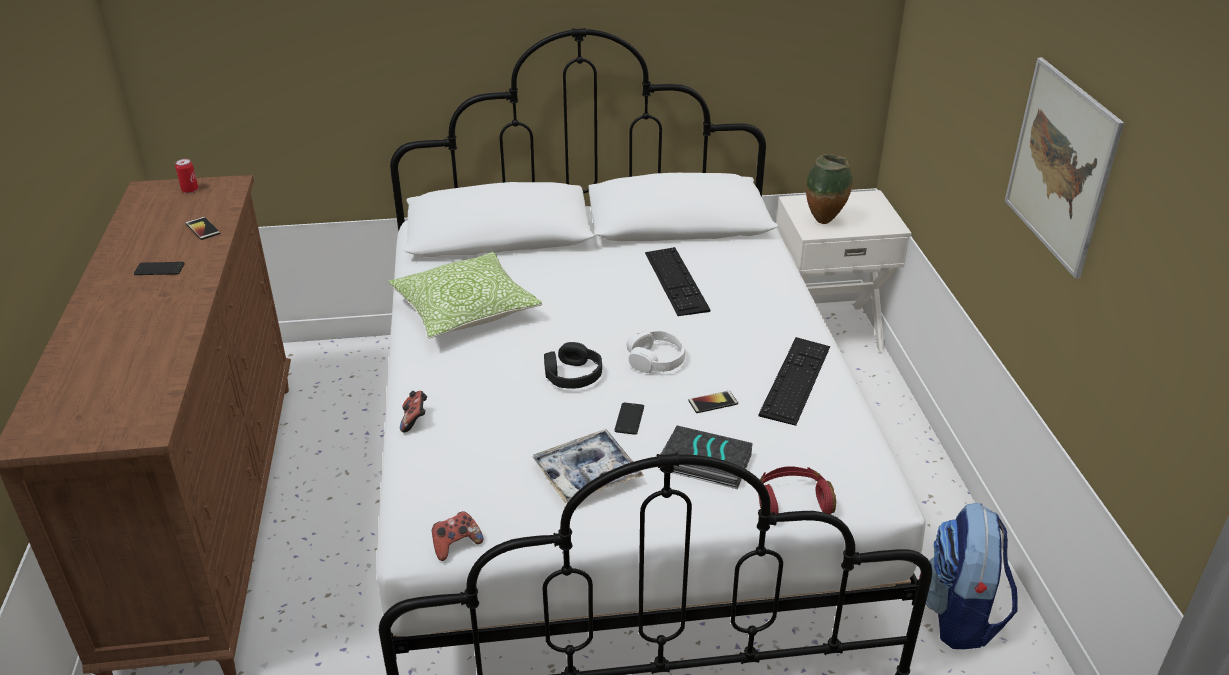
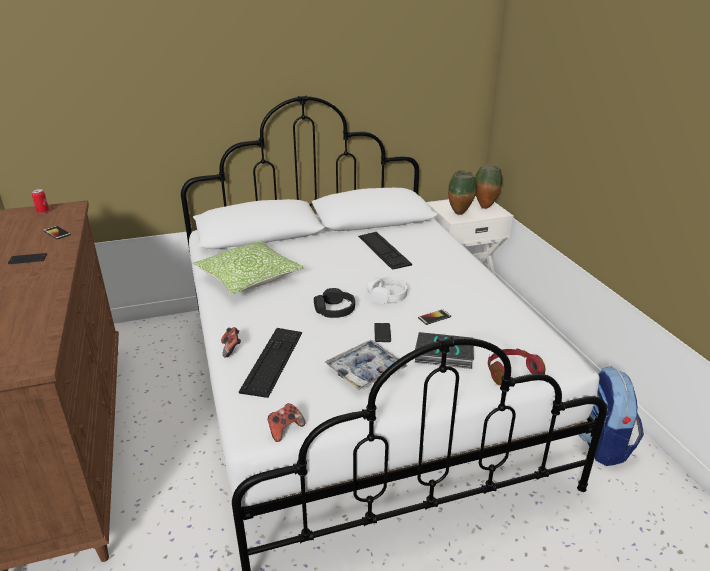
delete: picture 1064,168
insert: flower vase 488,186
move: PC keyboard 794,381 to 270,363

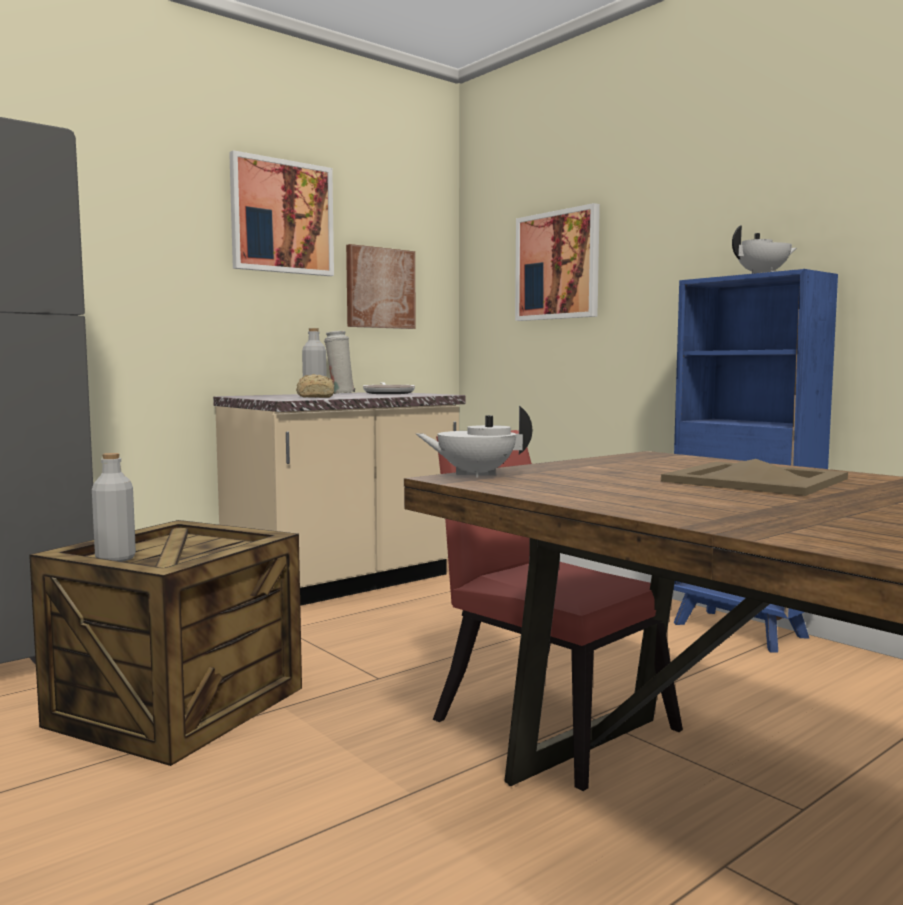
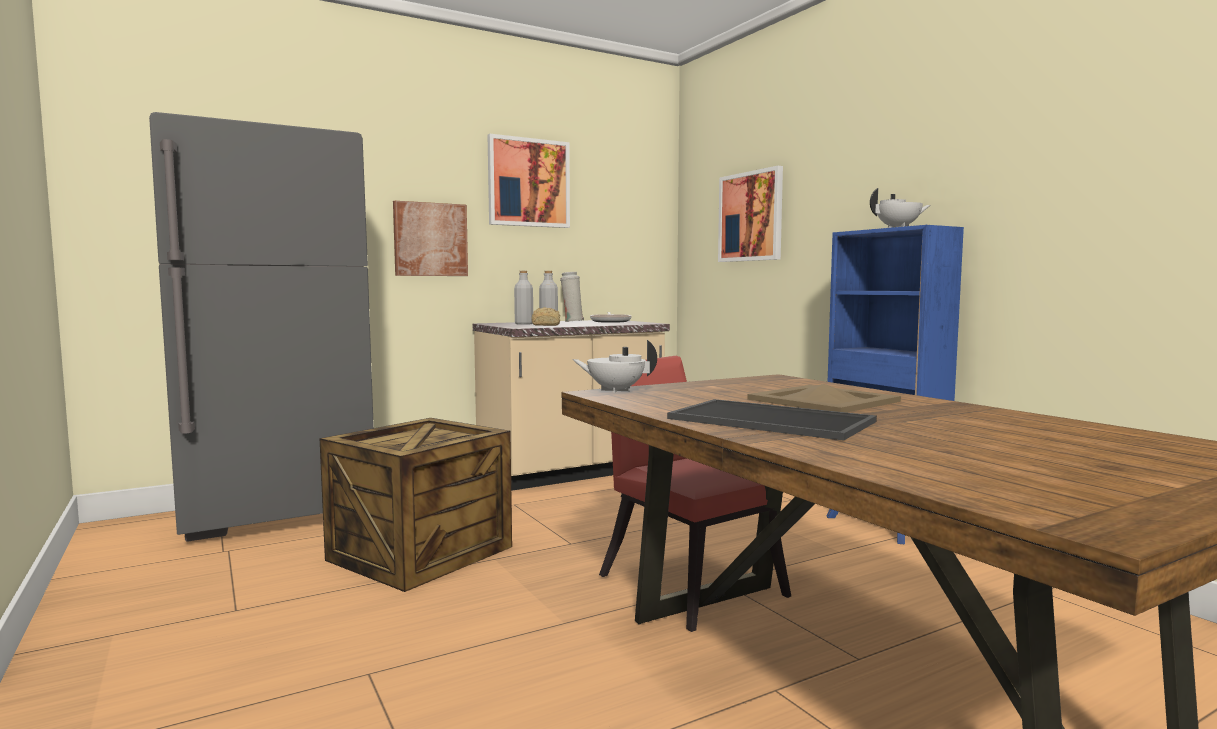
insert: carrying tray 772,420
move: bottle (grey) 114,507 to 523,298; picture 381,286 to 430,238

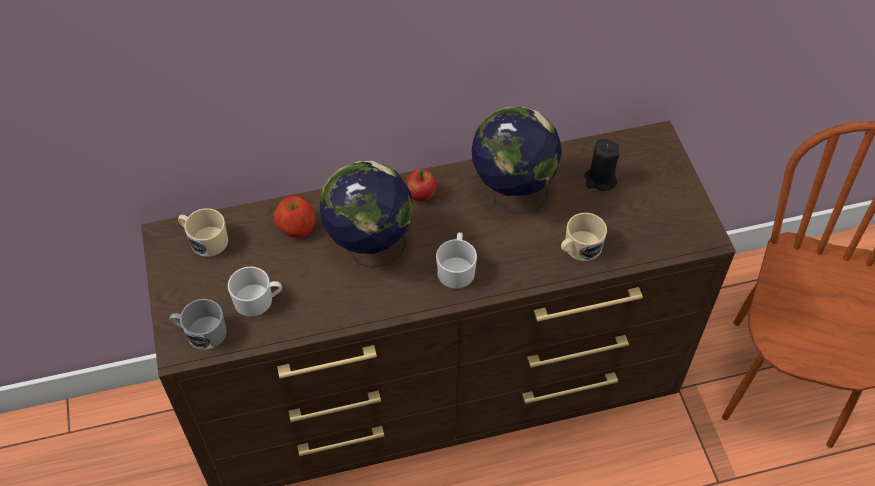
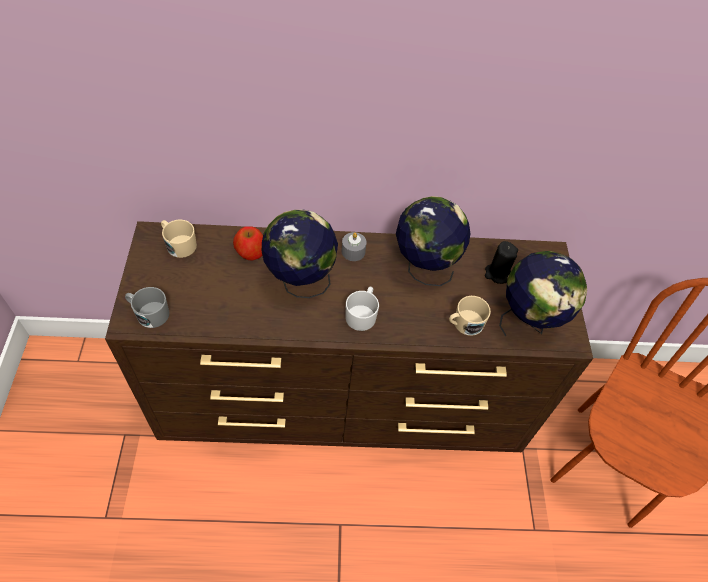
delete: tea mug (whitish) 255,291
insert: globe 543,293
replace: whole apple 421,185 to candle (grey) 354,246

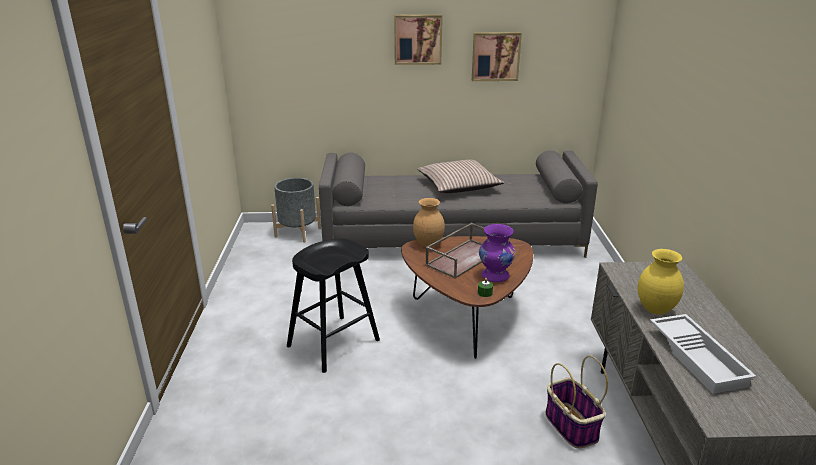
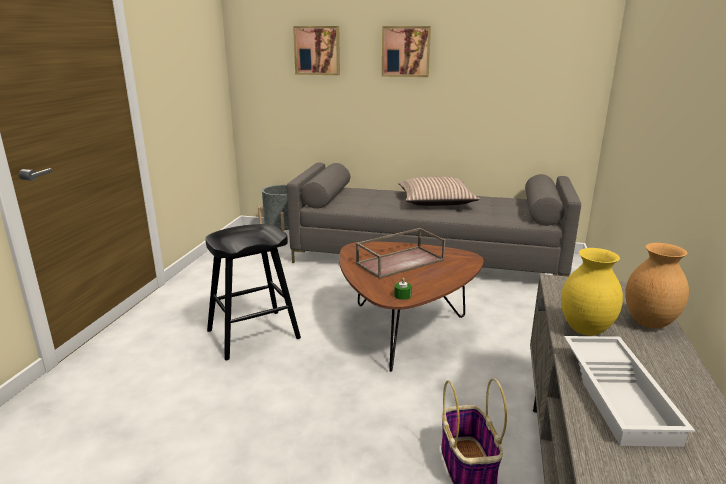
delete: flower vase (purple-coloured) 497,253
move: flower vase (brownish) 429,222 to 657,286; picture 497,56 to 316,50

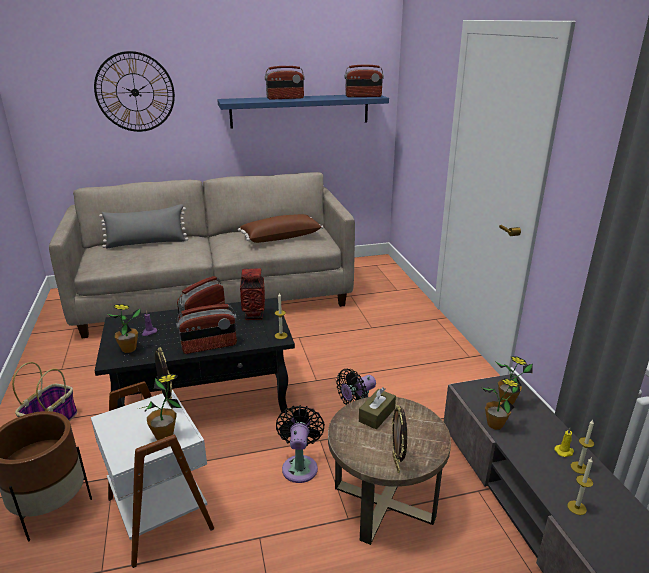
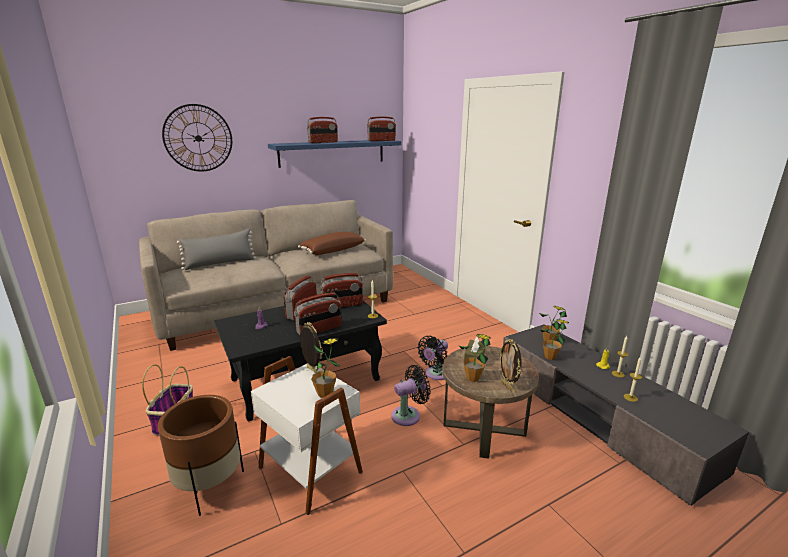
move: plant in a pot 124,328 to 475,358
replace: flower vase 252,294 to radio set 341,290
rotate: electric fan (black-coloured) 300,444 = 411,395 75 degrees clockwise

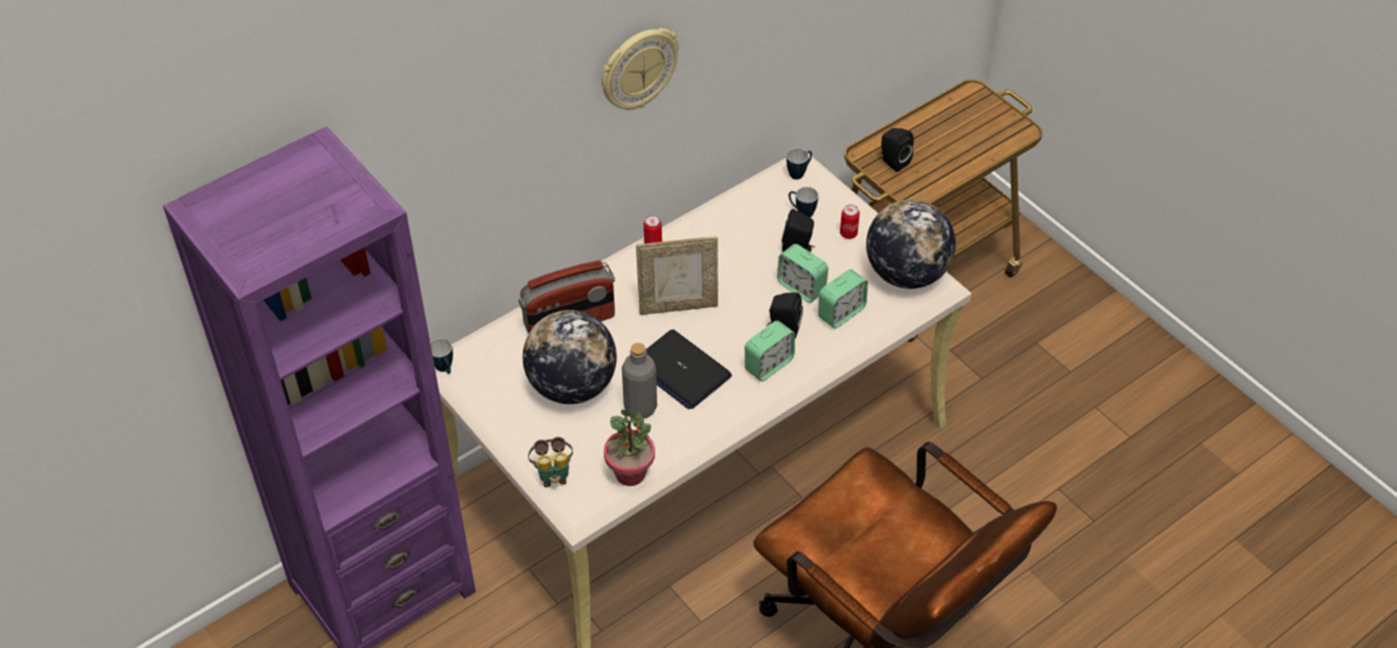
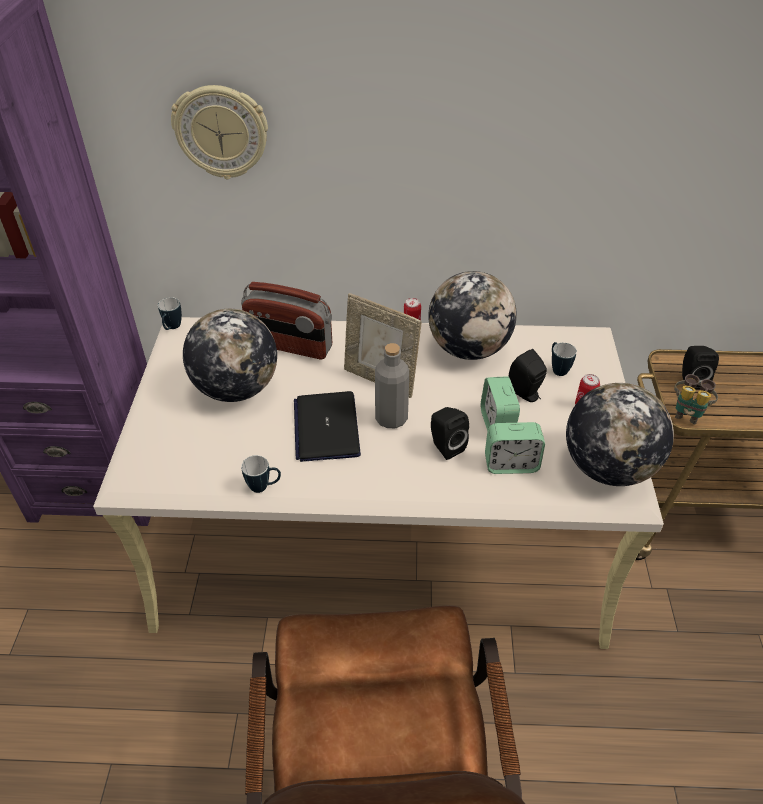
delete: plant in a pot 629,448; alarm clock 770,351
insert: globe 472,315
move: binoculars 550,462 to 696,399; hanging clock 640,69 to 219,132; bottle (grey) 639,381 to 392,385; tea mug 799,164 to 261,474

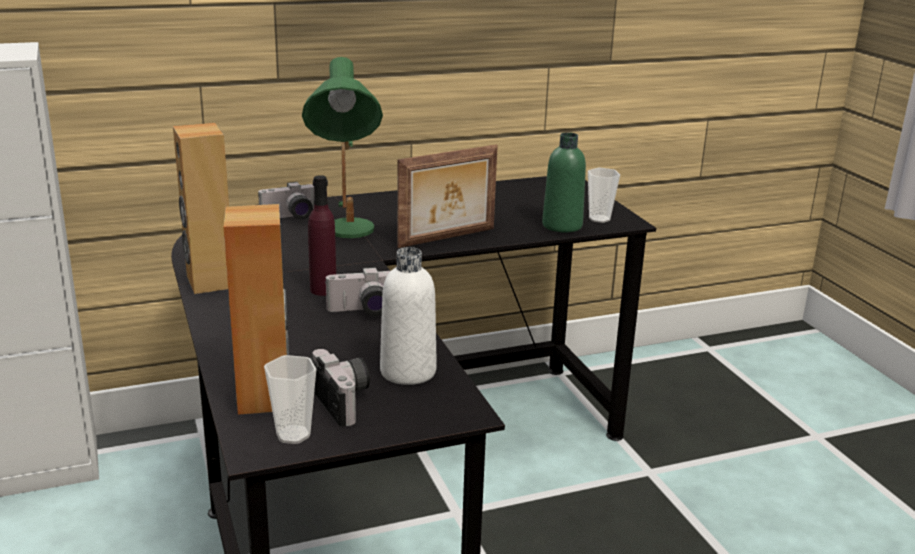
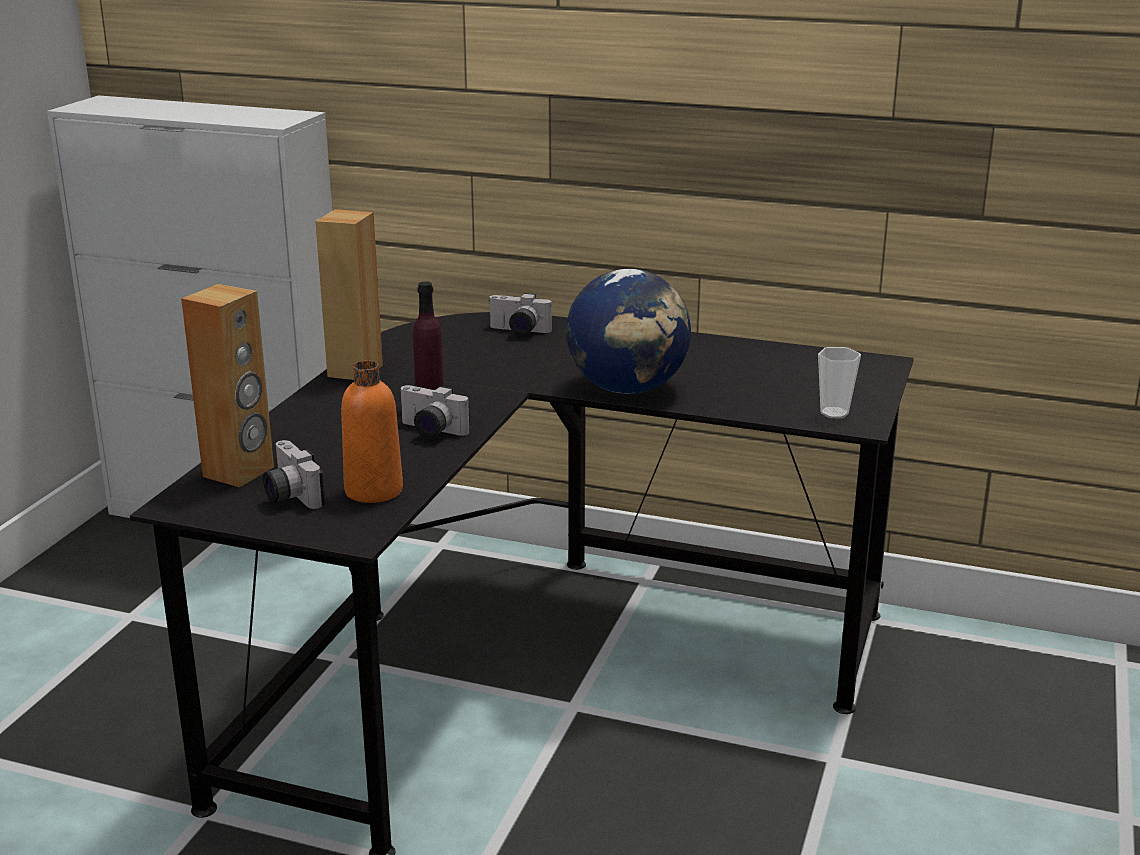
delete: small cup 290,399; tabletop lamp (greenish) 342,147; bottle (greenish) 564,182
replace: picture frame 447,196 to globe 628,331
recolor: bottle (whitish) 408,316 to bottle (orangey) 372,432
rotate: photo camera 340,388 = 294,474 135 degrees clockwise

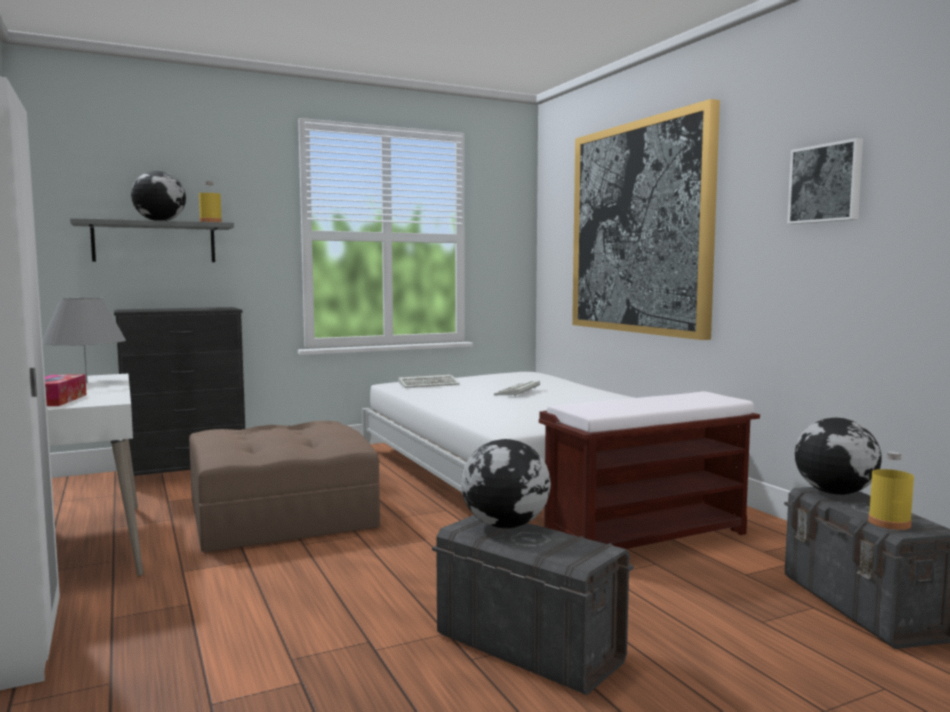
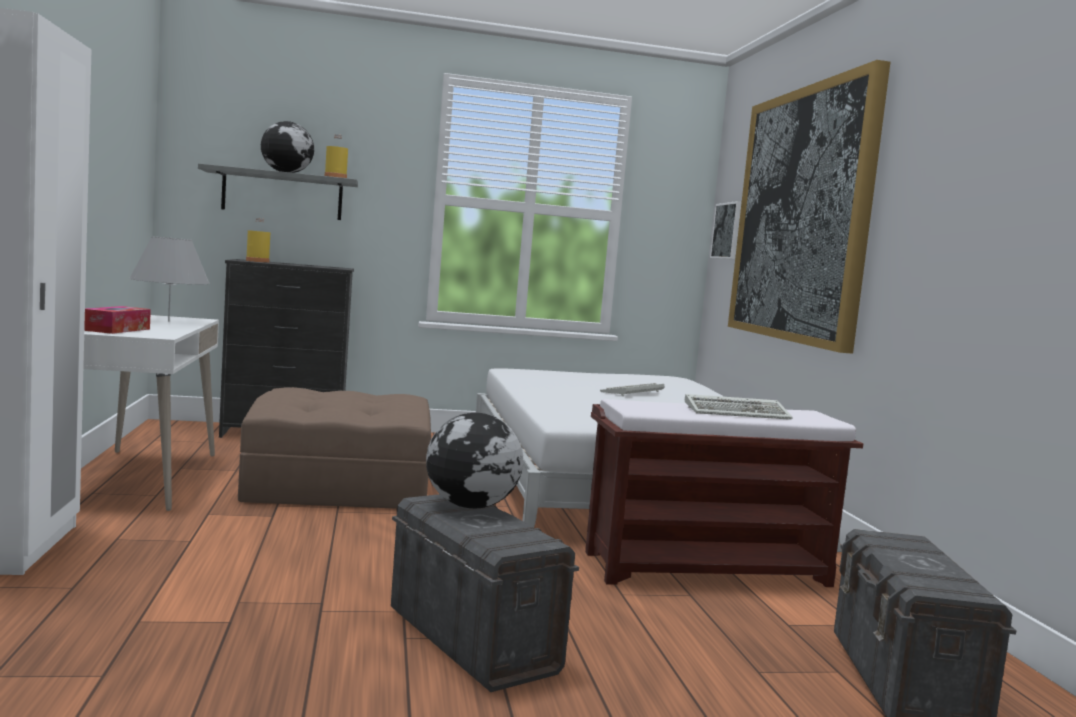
delete: globe 838,456
move: PC keyboard 429,381 to 739,407; picture 825,181 to 726,230; bottle (yellow) 891,490 to 258,240

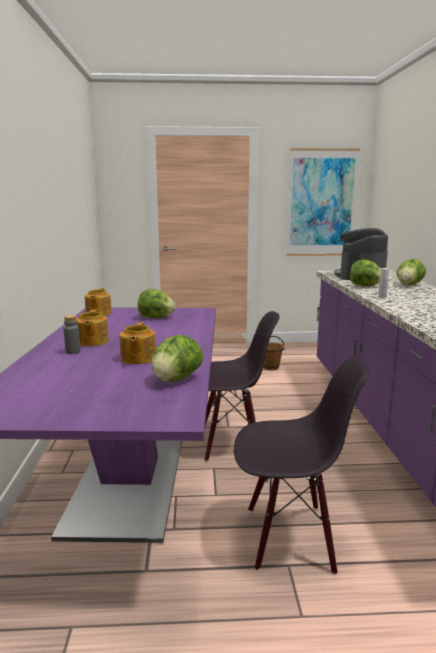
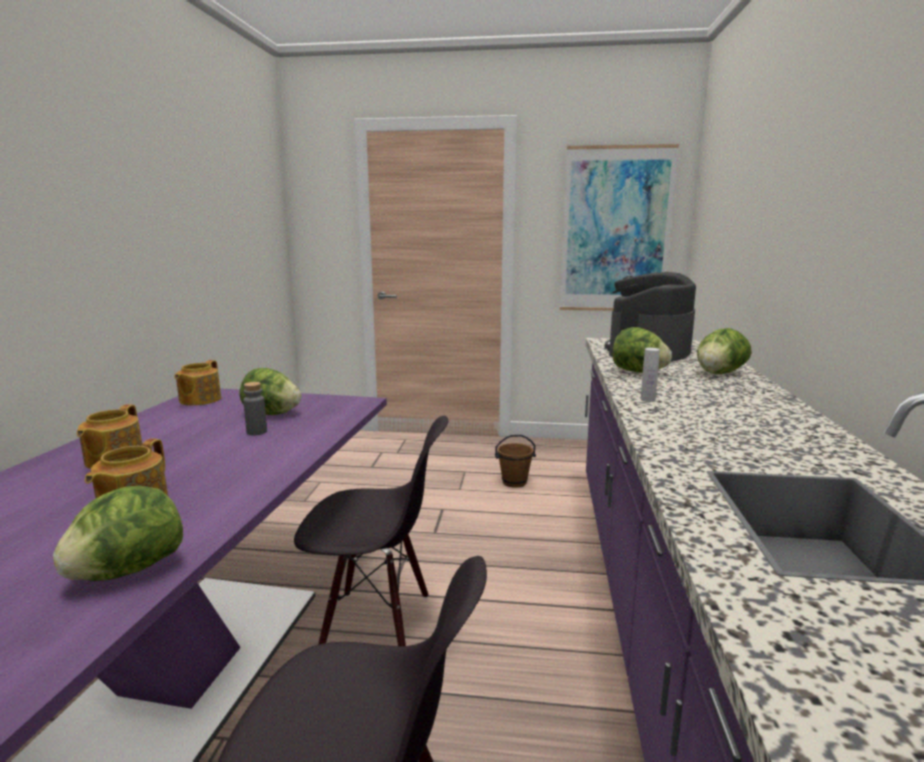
move: bottle (grey) 72,334 to 255,408

